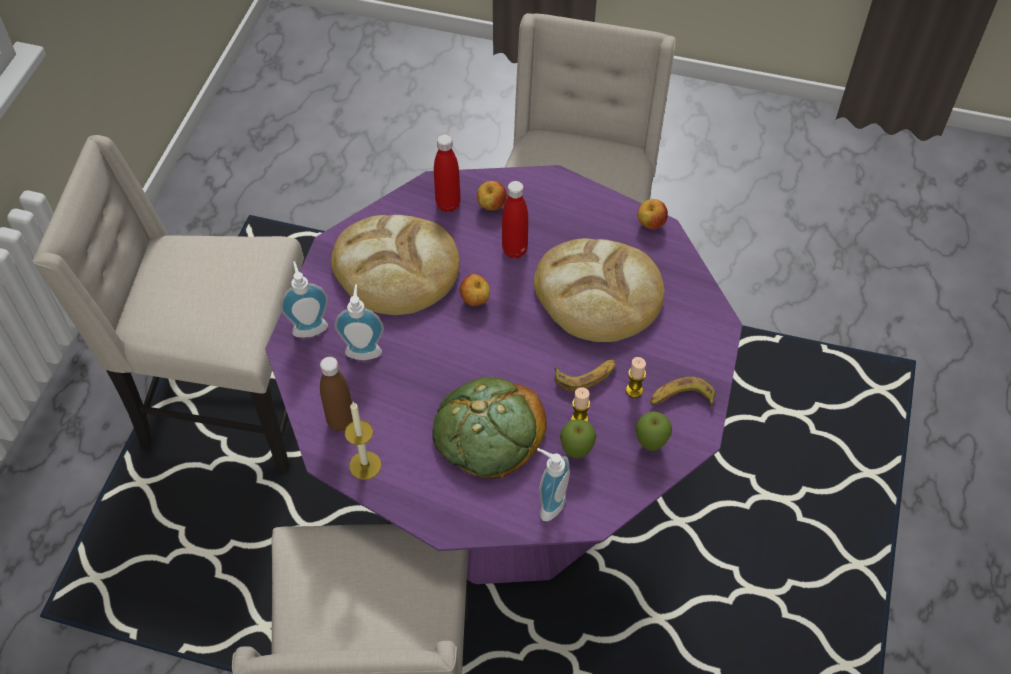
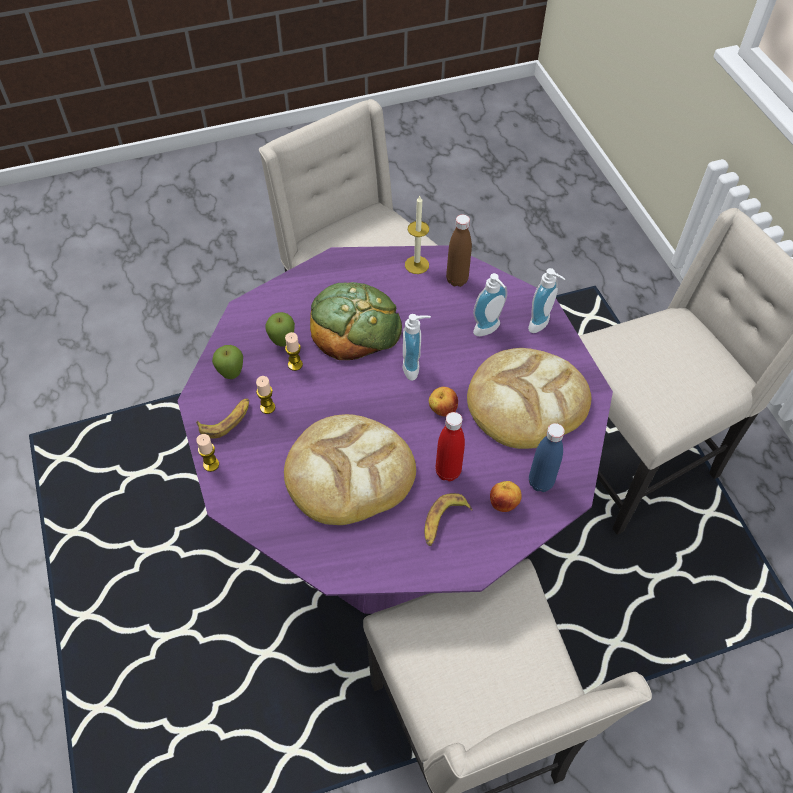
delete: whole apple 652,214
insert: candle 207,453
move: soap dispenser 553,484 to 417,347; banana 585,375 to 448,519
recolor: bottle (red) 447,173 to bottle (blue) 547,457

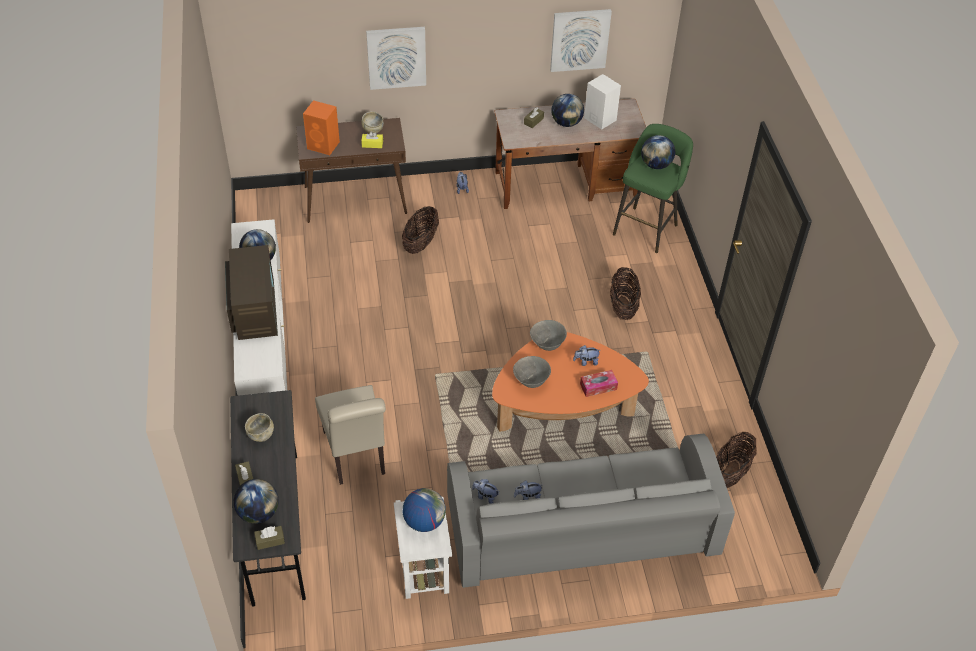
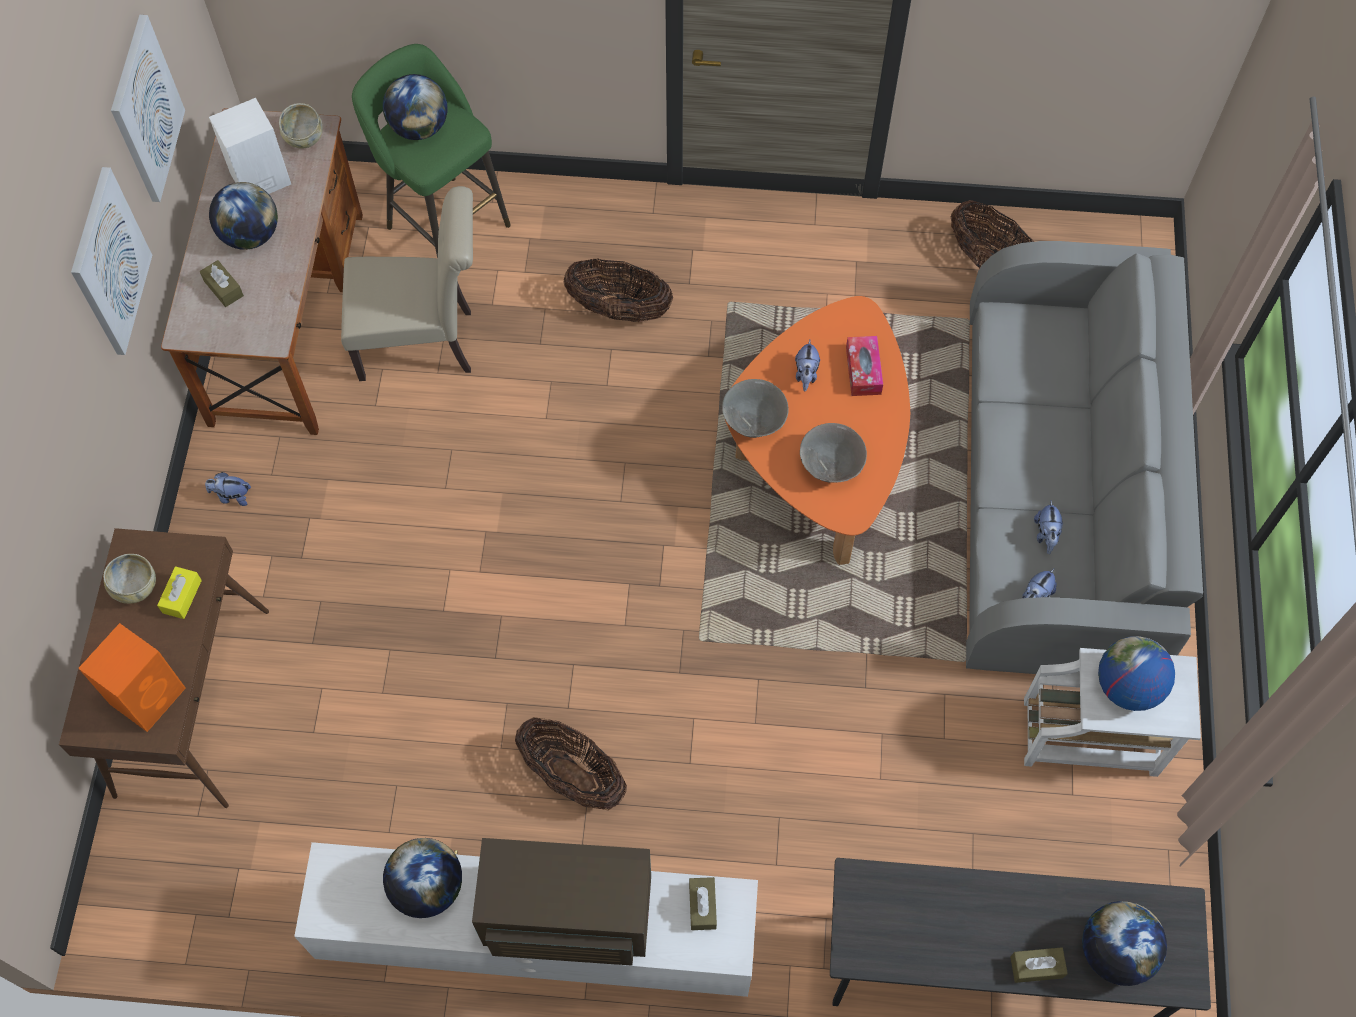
move: deep dish (beige) 259,427 to 301,125; tissue holder (brownish) 269,538 to 703,903; plain chair (beige) 350,435 to 407,283; picture 396,58 to 111,261; storage basket 420,230 to 571,763

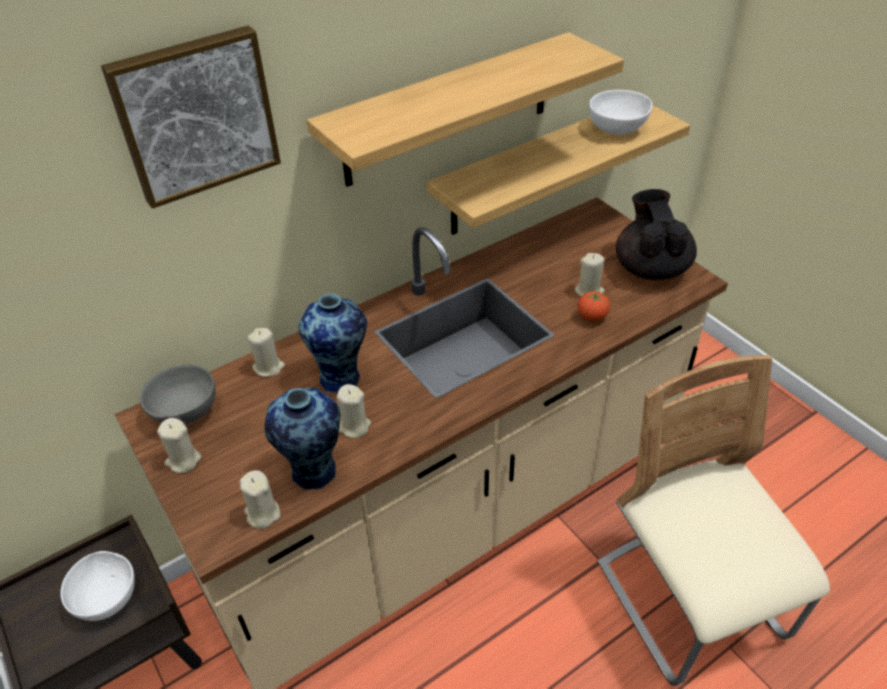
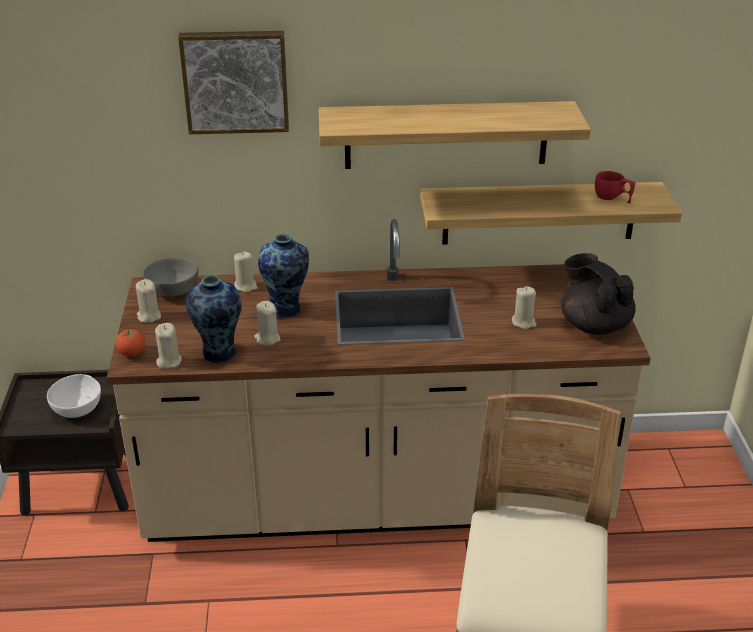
move: fresh tomato 594,305 to 130,343
replace: deep dish (whitish) 620,112 to small cup (red) 615,187
rotate: pot for tea (black-coloured) 656,234 = 599,294 60 degrees counterclockwise

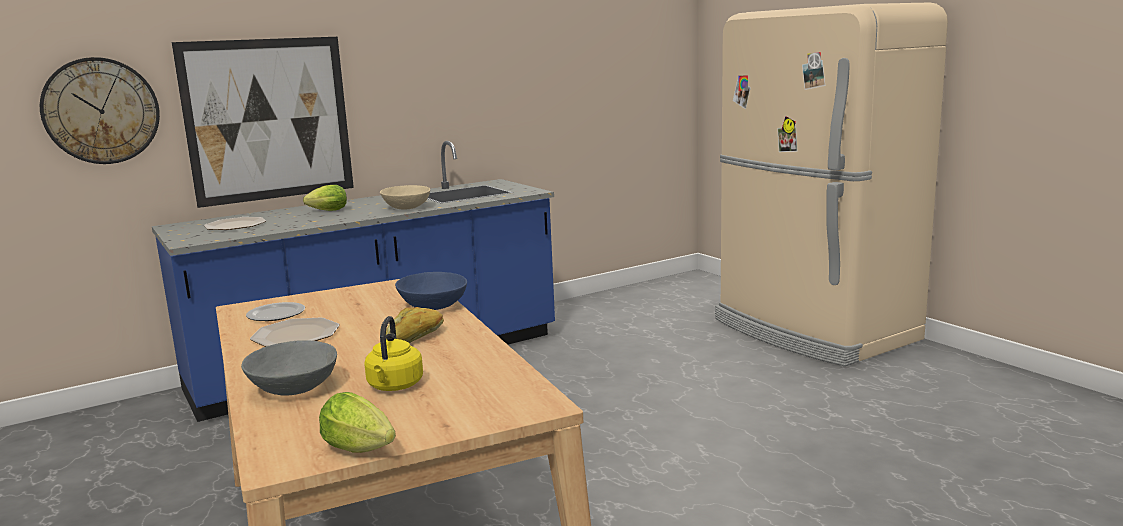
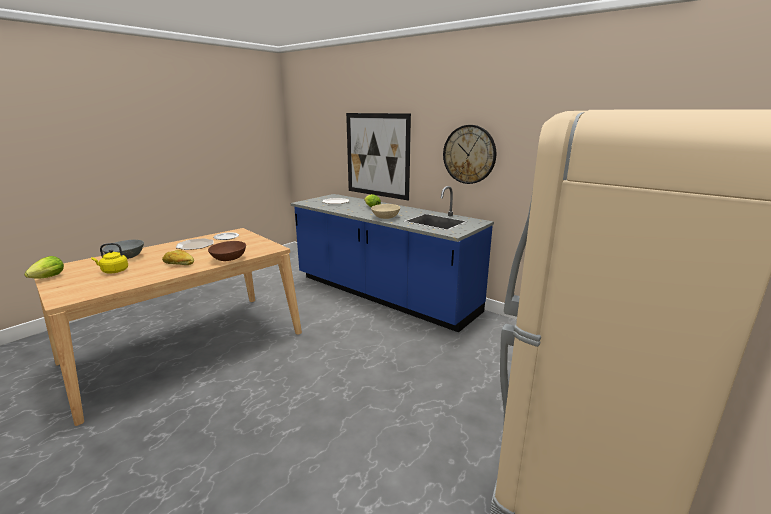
move: hanging clock 100,110 to 469,154
recolor: deep dish (blue) 431,291 to deep dish (brownish) 227,251

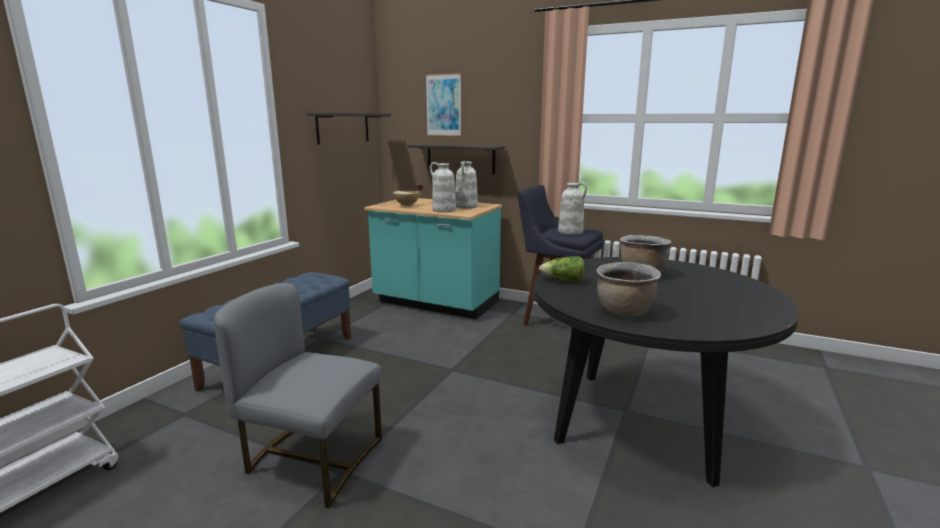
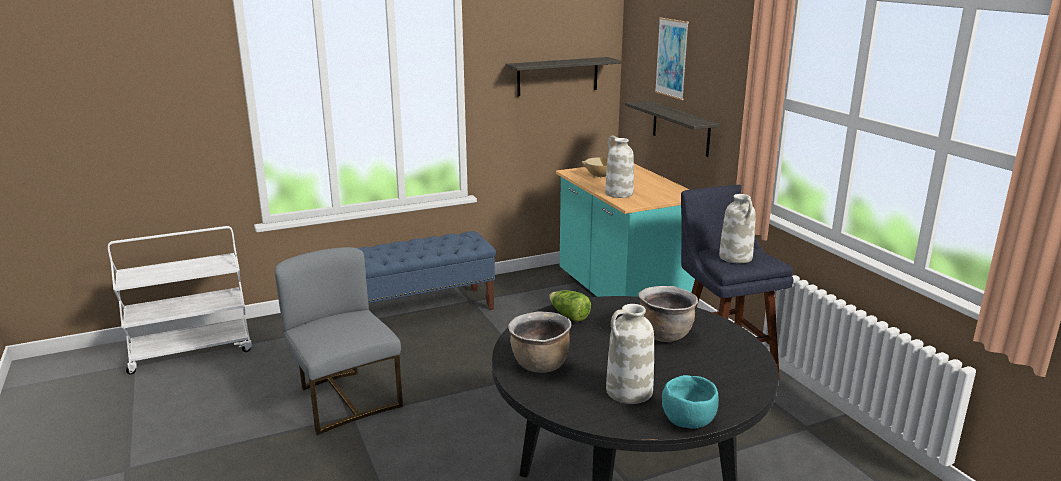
insert: deep dish (blue-green) 690,402
move: flower vase (whitish) 466,185 to 630,354

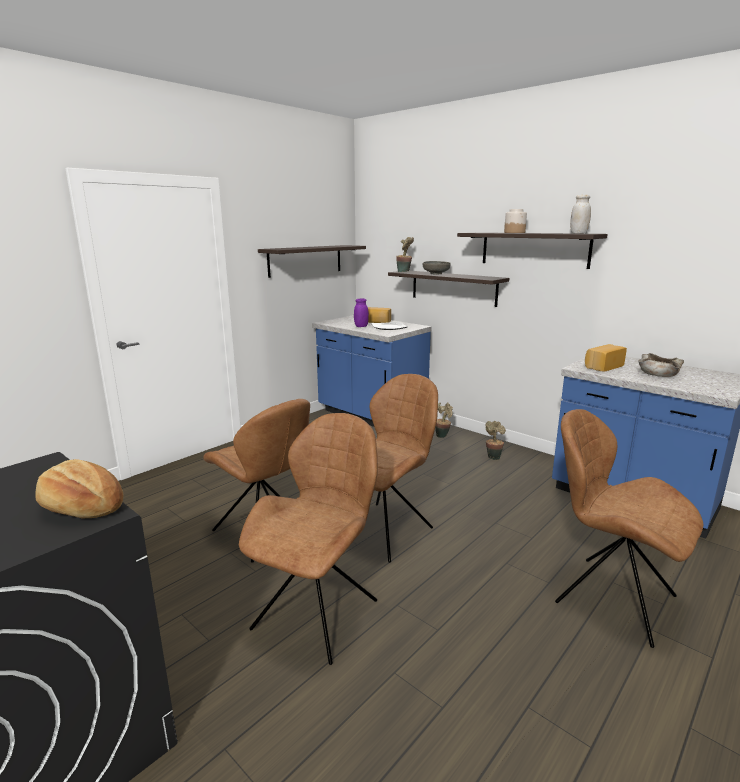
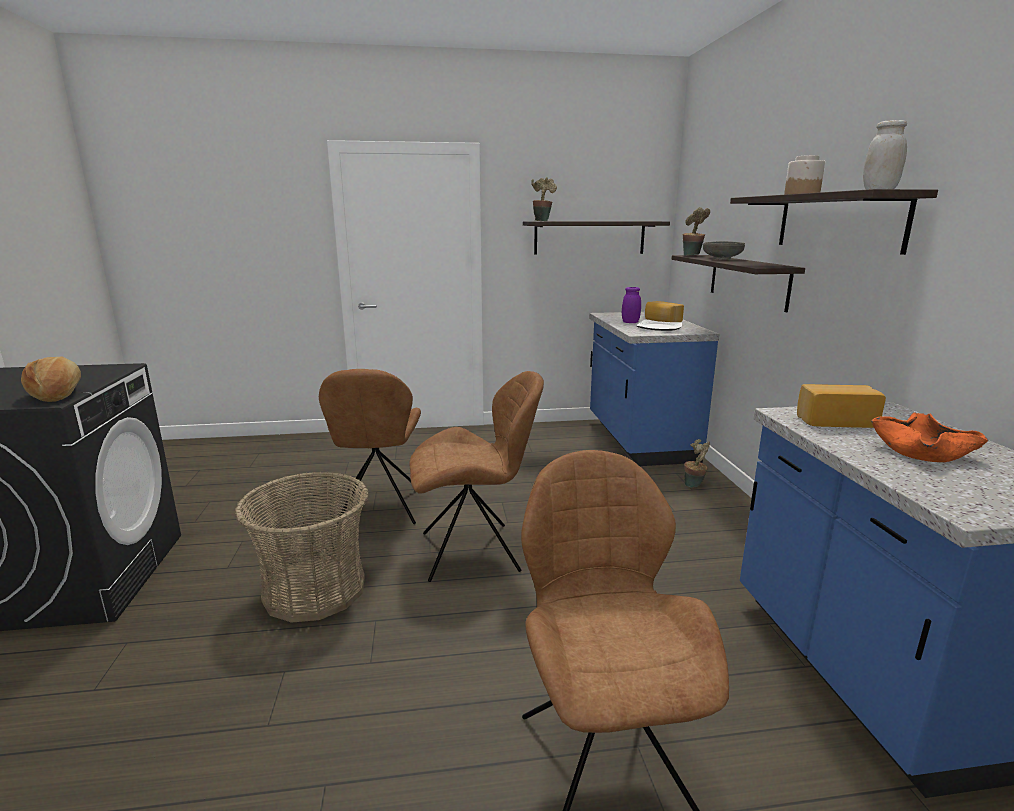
move: plant in a pot 496,440 to 544,199
replace: plain chair (brownish) 308,539 to storage basket 302,547
recolor: deep dish (beige) 661,365 to deep dish (orangey) 929,437

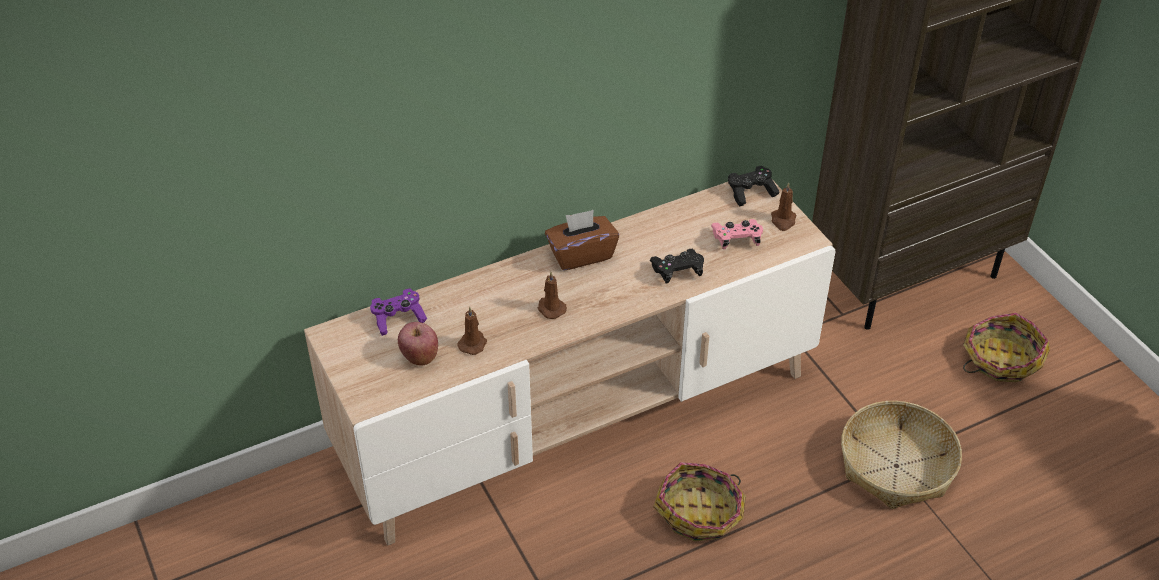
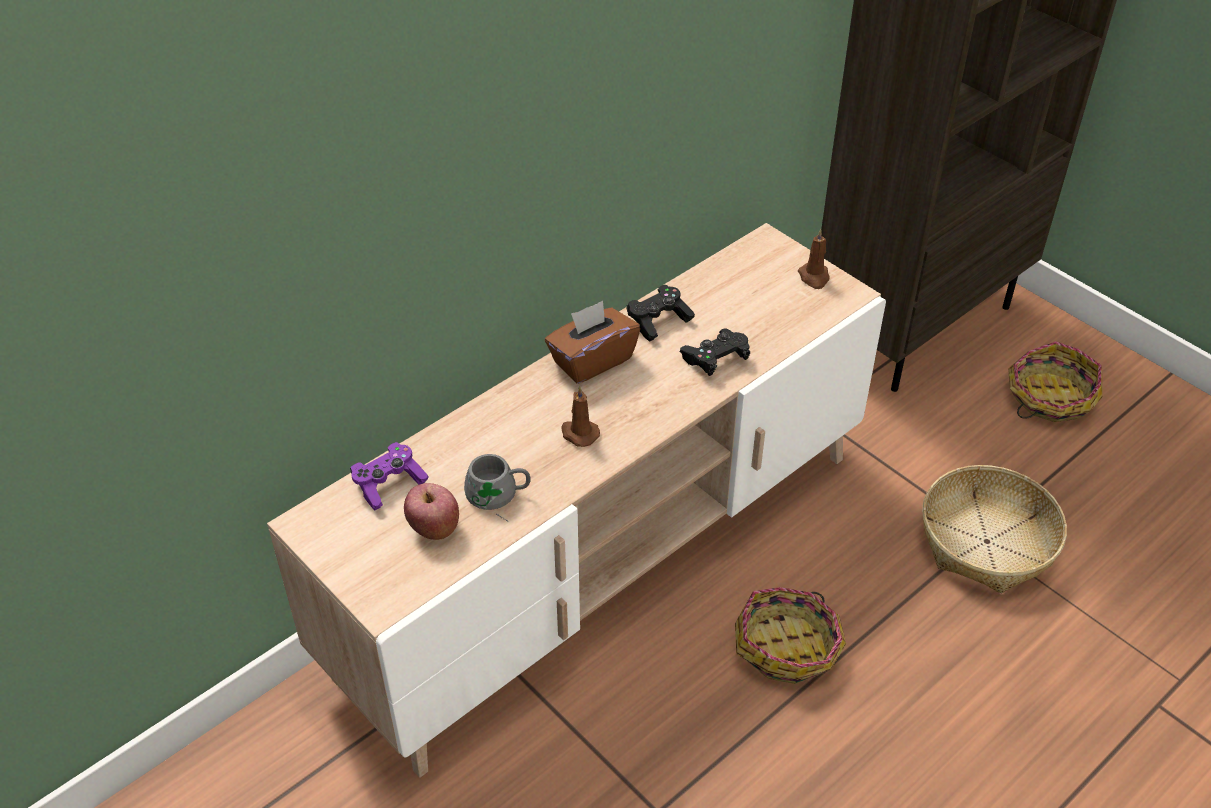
delete: joypad (pink) 737,234
move: joypad (black-coloured) 754,186 to 661,313
replace: candle (brownish) 472,331 to tea mug (grey) 497,487

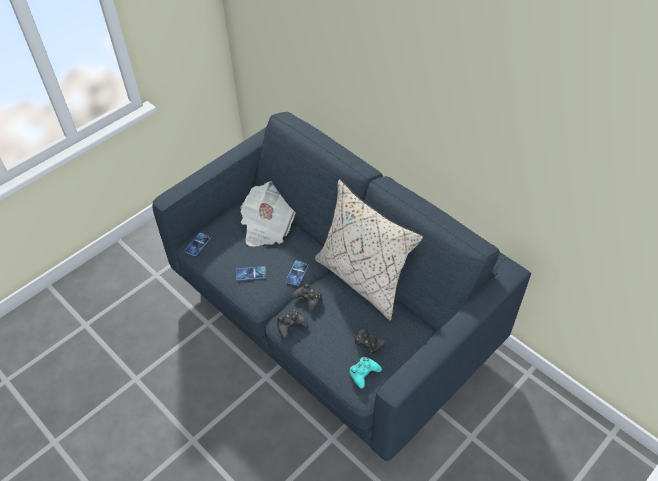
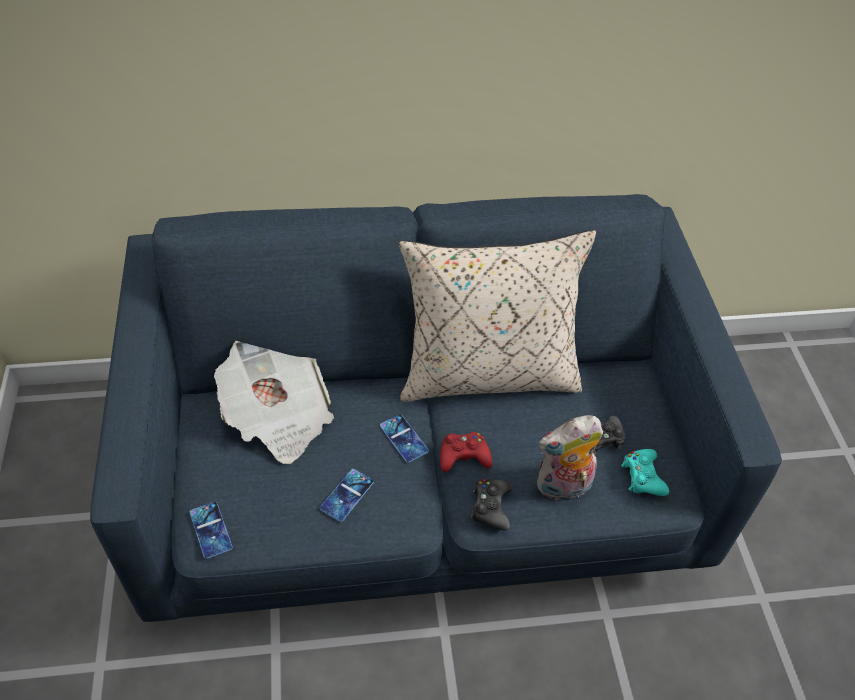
insert: soft toy 570,457
recolor: joypad (black-coloured) 307,298 to joypad (red) 466,452

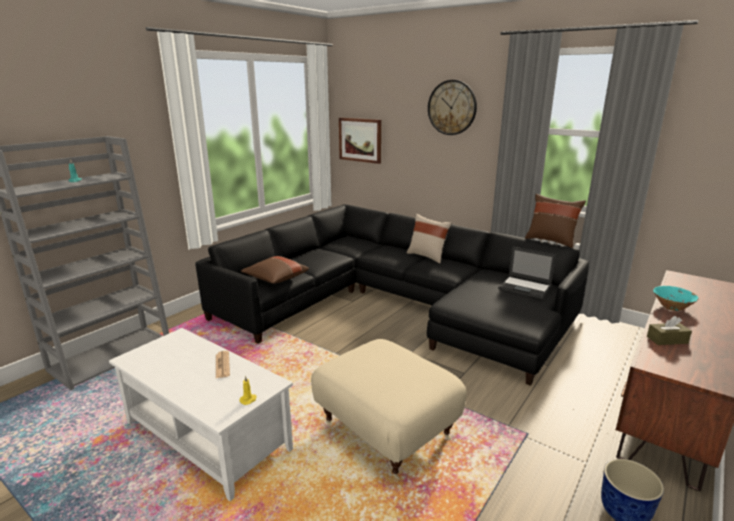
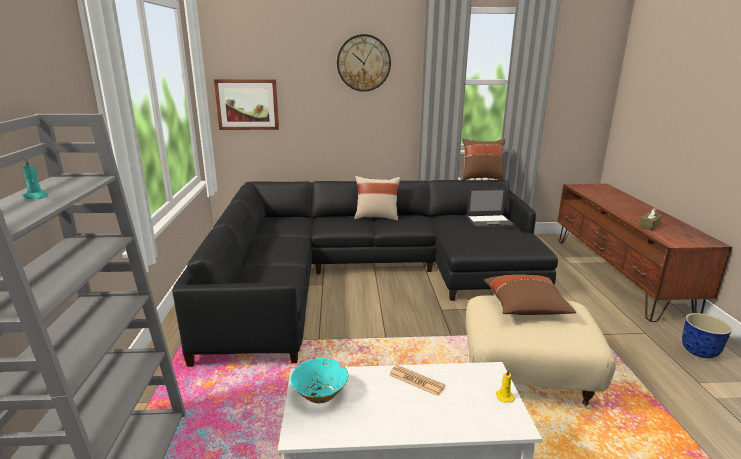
move: cushion (brownish) 275,270 to 530,295; deep dish (blue-green) 676,298 to 319,380

